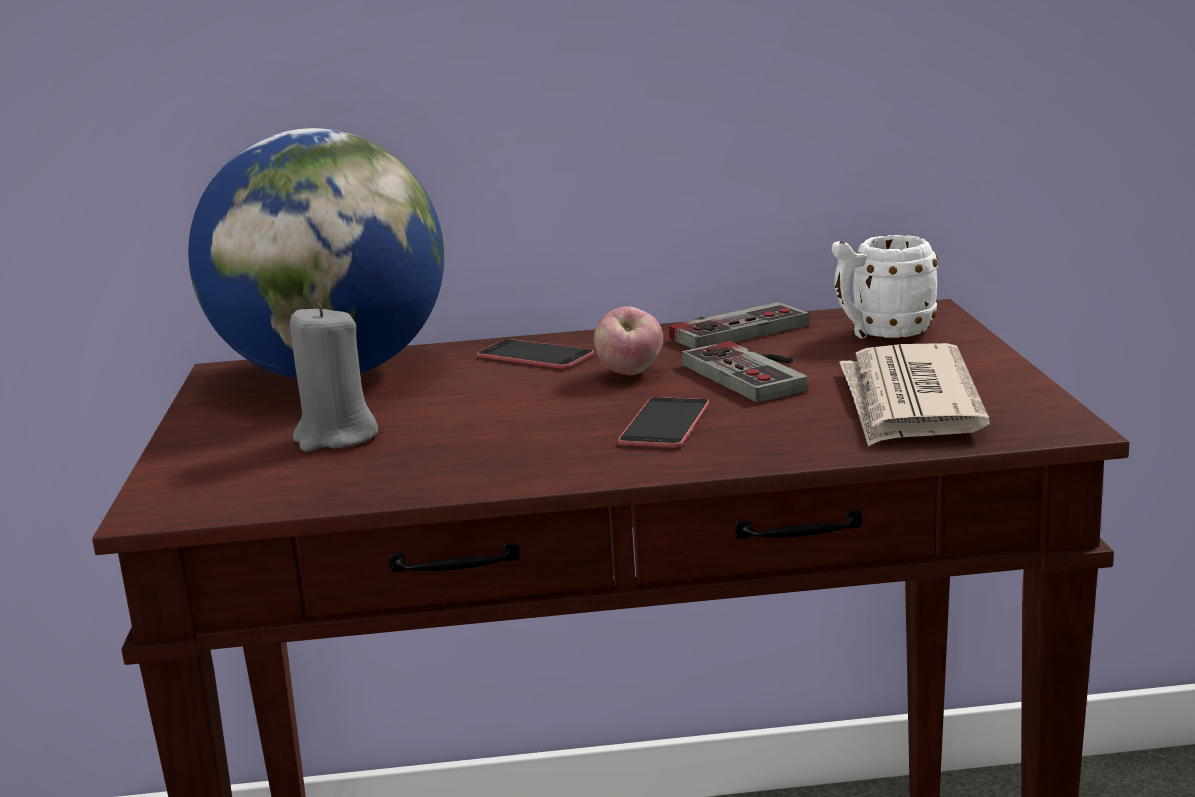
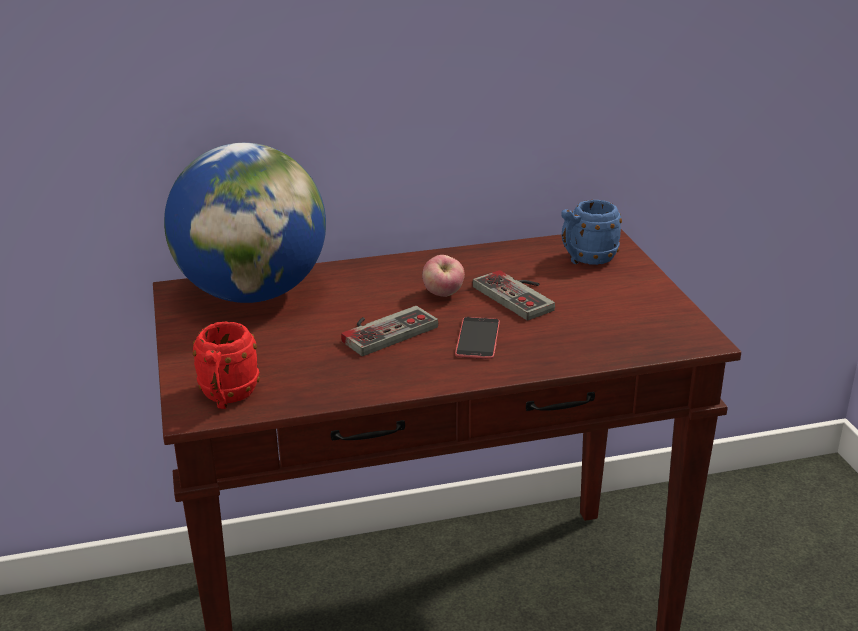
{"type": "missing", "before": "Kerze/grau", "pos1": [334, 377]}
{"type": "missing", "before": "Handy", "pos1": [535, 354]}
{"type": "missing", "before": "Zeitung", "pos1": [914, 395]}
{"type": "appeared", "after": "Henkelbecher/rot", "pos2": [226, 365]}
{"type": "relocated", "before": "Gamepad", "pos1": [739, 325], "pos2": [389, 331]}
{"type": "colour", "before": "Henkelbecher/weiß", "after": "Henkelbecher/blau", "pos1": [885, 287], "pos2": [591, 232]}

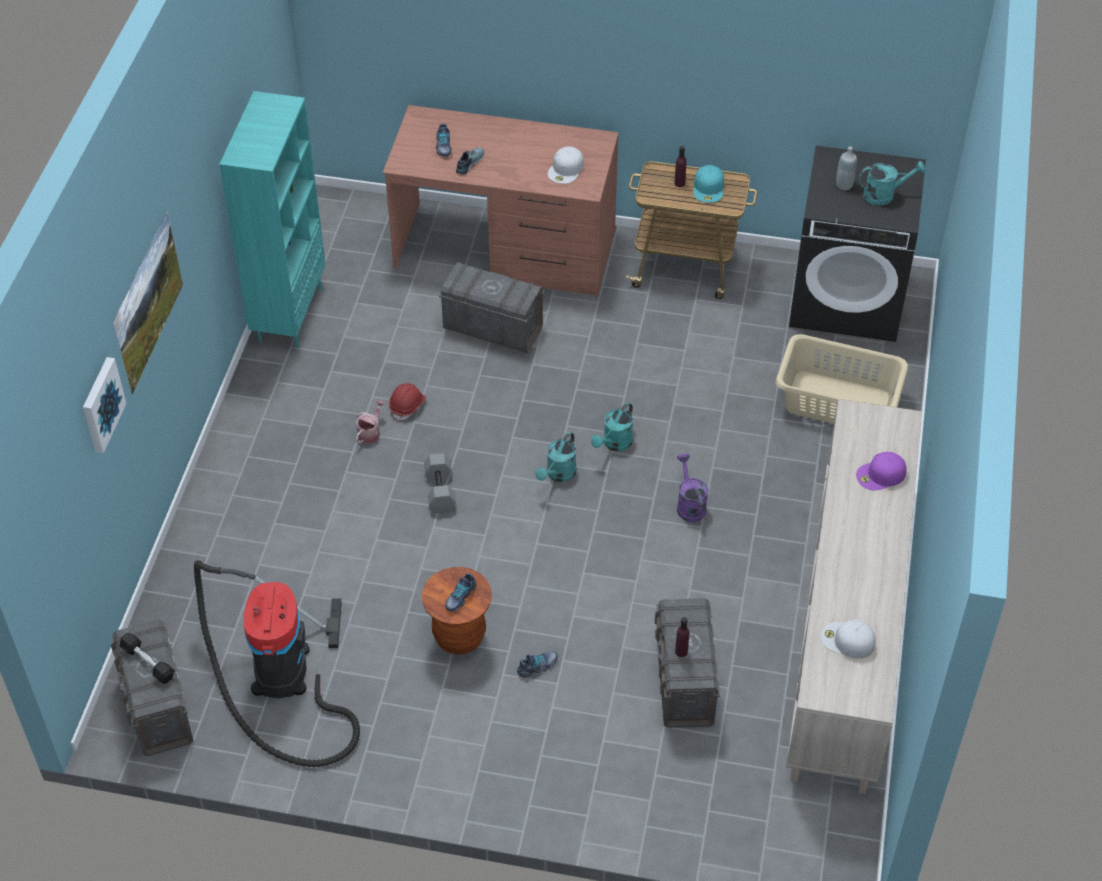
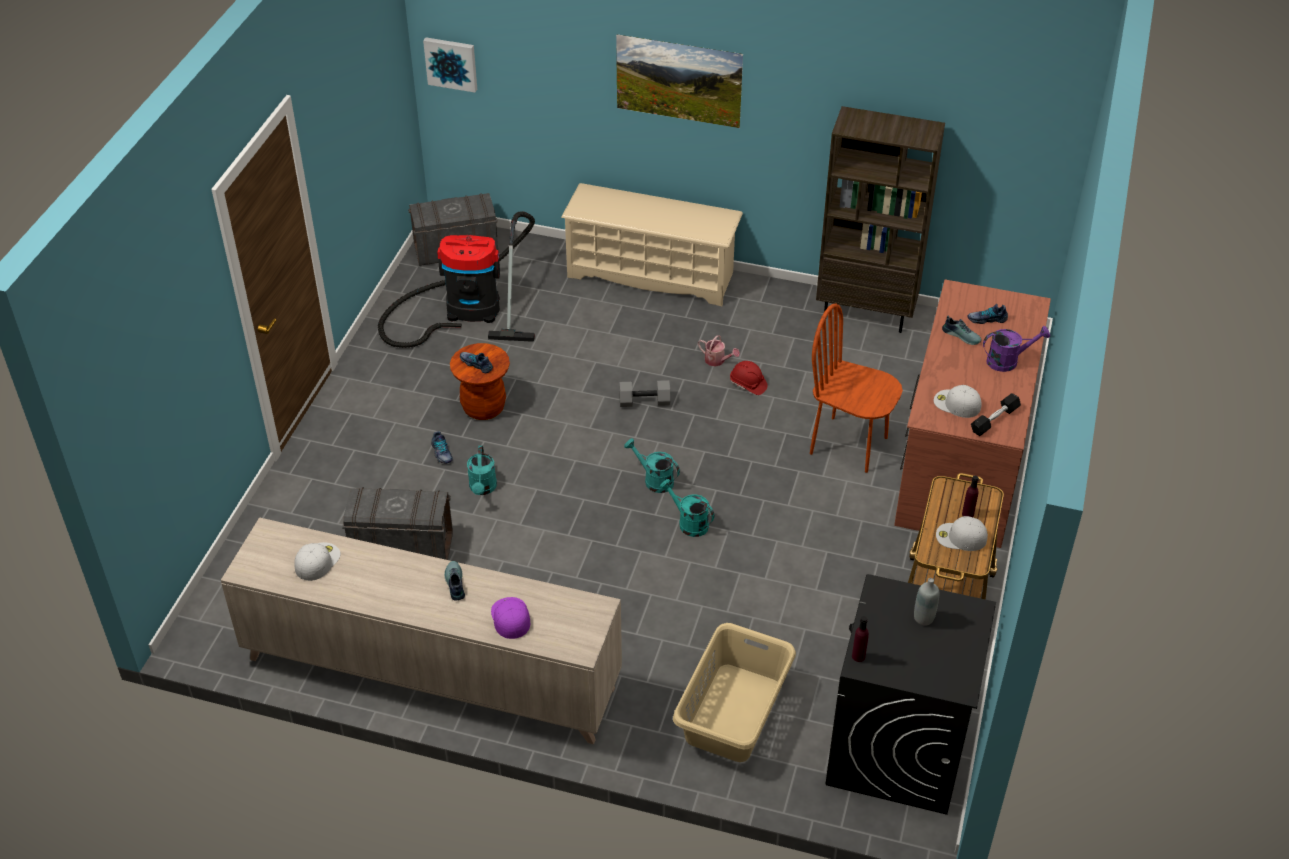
{"type": "appeared", "after": "Schuh", "pos2": [454, 580]}
{"type": "appeared", "after": "Schuhregal/beige", "pos2": [652, 244]}
{"type": "relocated", "before": "Bild", "pos1": [105, 405], "pos2": [450, 65]}
{"type": "relocated", "before": "Hantel/schwarz", "pos1": [147, 658], "pos2": [996, 414]}
{"type": "relocated", "before": "Flasche/lila", "pos1": [682, 637], "pos2": [860, 639]}
{"type": "relocated", "before": "Gießkanne/lila", "pos1": [692, 488], "pos2": [1016, 349]}
{"type": "relocated", "before": "Gießkanne/türkis", "pos1": [892, 183], "pos2": [482, 470]}
{"type": "exchanged", "before": "Aufbewahrungsbox/grau", "after": "Stuhl/braun", "pos1": [492, 308], "pos2": [856, 388]}
{"type": "colour", "before": "Bücherregal/türkis", "after": "Bücherregal/braun", "pos1": [272, 219], "pos2": [880, 219]}
{"type": "colour", "before": "Kappe/türkis", "after": "Kappe/weiß", "pos1": [708, 184], "pos2": [962, 533]}

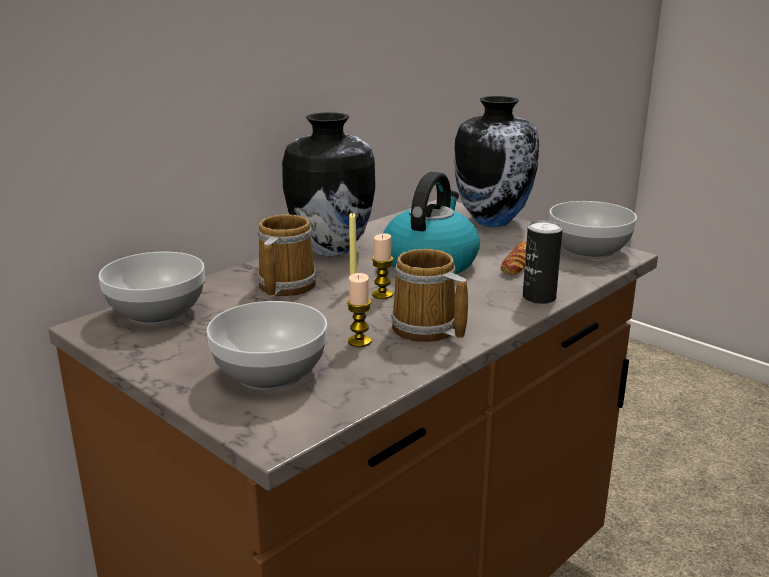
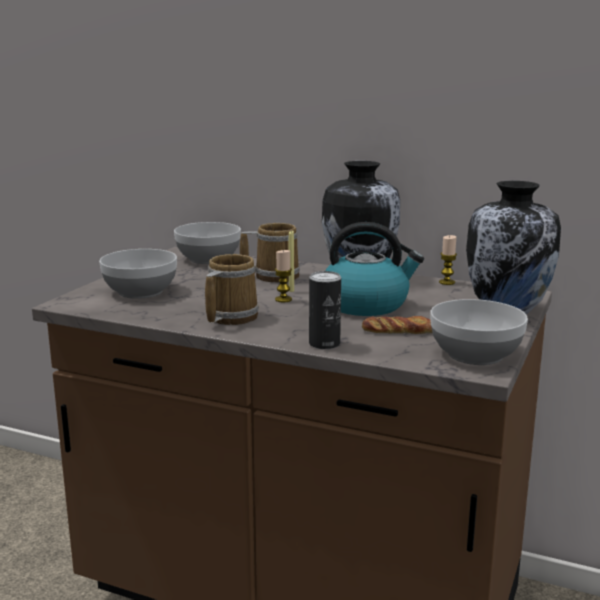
{"type": "relocated", "before": "Kerze", "pos1": [359, 310], "pos2": [448, 260]}

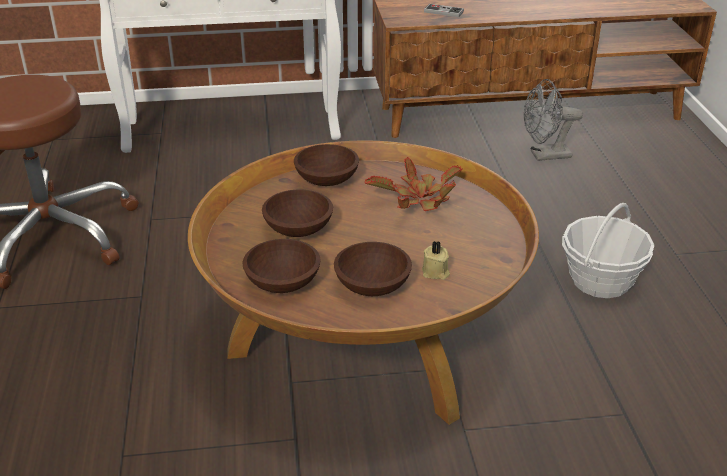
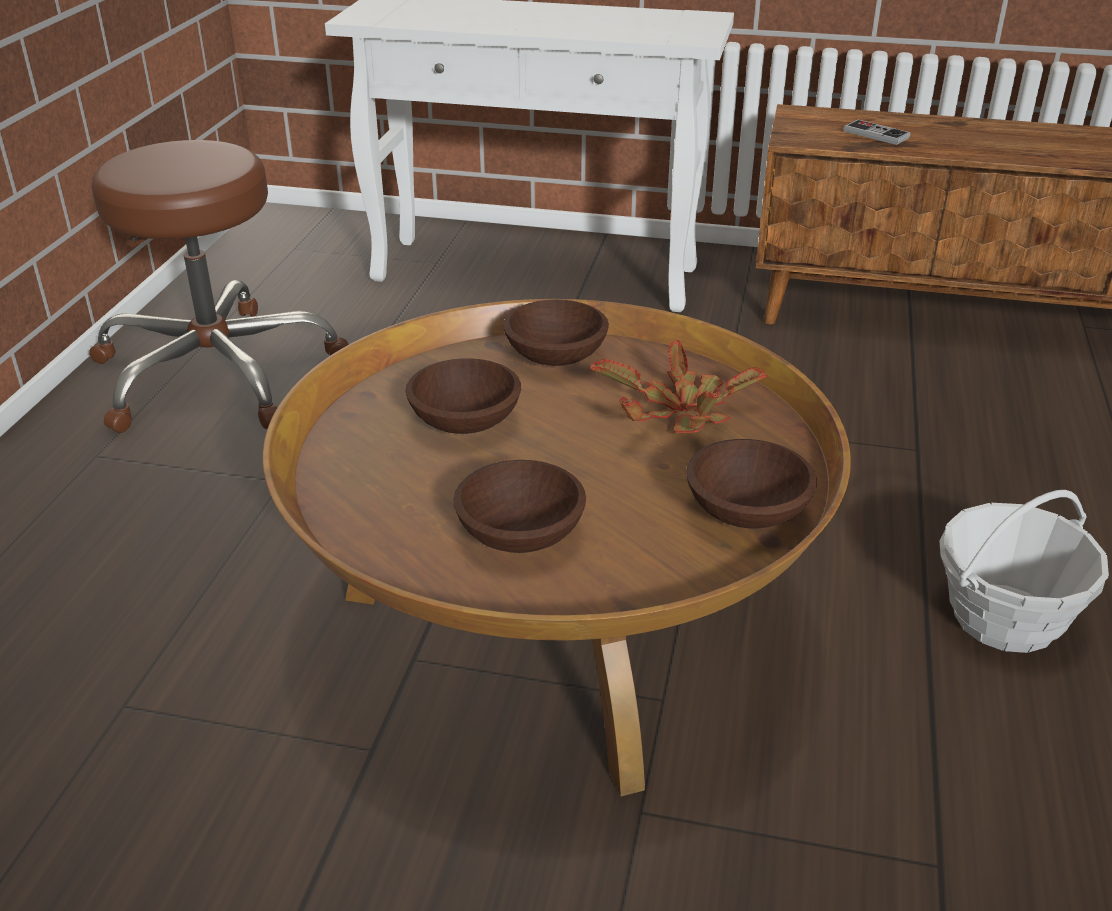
{"type": "missing", "before": "Kerze/beige", "pos1": [436, 260]}
{"type": "missing", "before": "Ventilator/grau", "pos1": [553, 120]}
{"type": "relocated", "before": "Schüssel/braun", "pos1": [282, 266], "pos2": [751, 484]}

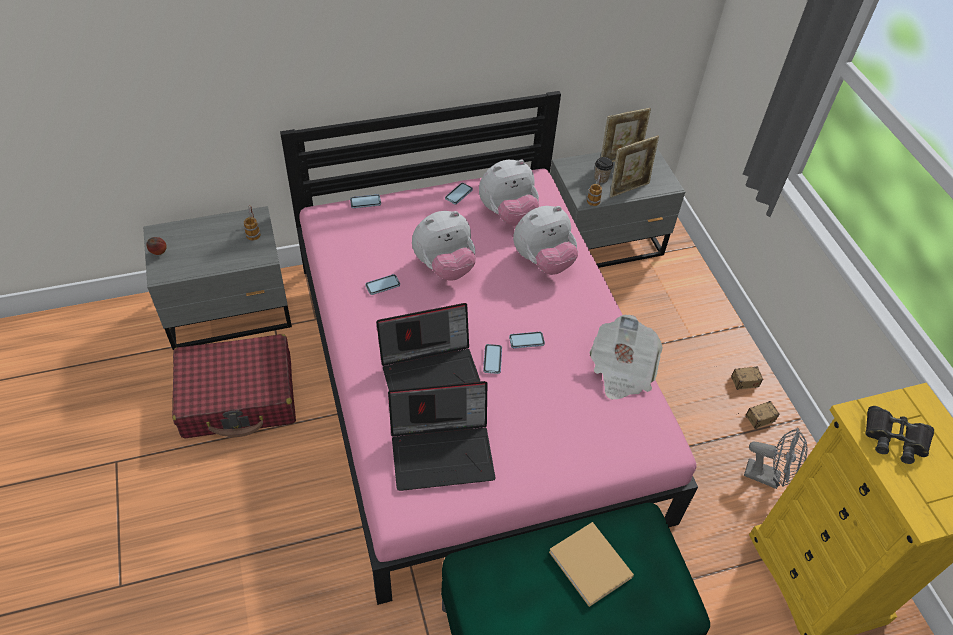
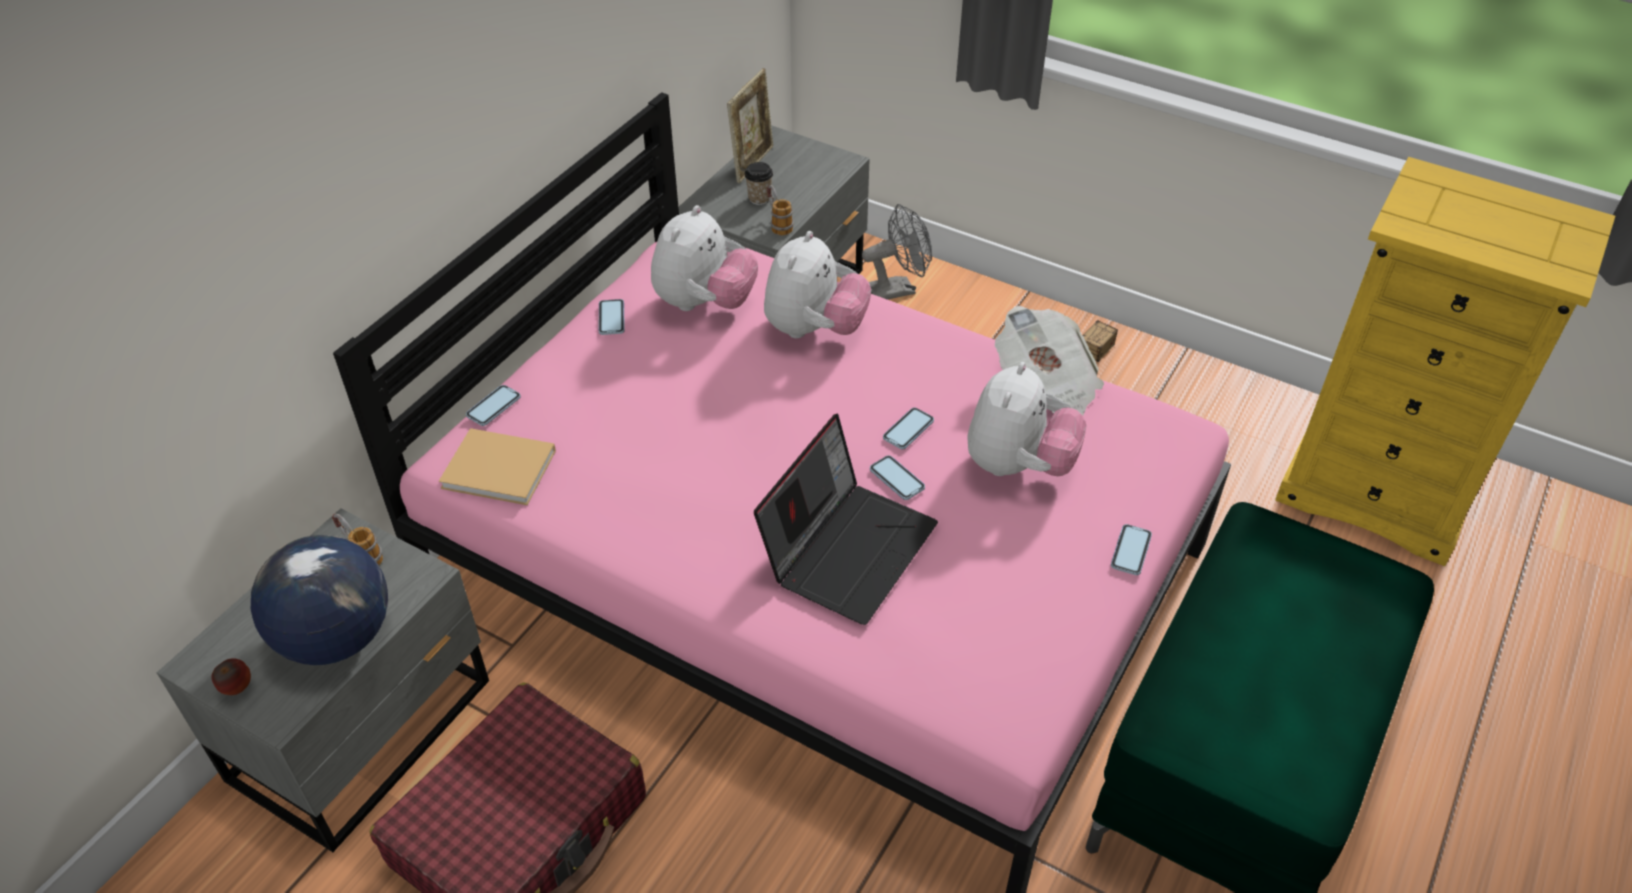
{"type": "missing", "before": "Laptop", "pos1": [441, 436]}
{"type": "missing", "before": "Bilderrahmen", "pos1": [634, 166]}
{"type": "missing", "before": "Aufbewahrungsbox", "pos1": [758, 415]}
{"type": "missing", "before": "Fernglas/schwarz", "pos1": [899, 435]}
{"type": "appeared", "after": "Globus", "pos2": [319, 600]}
{"type": "relocated", "before": "Handy", "pos1": [382, 284], "pos2": [1131, 549]}
{"type": "relocated", "before": "Plüschtier", "pos1": [444, 245], "pos2": [1027, 419]}
{"type": "relocated", "before": "Buch/beige", "pos1": [591, 564], "pos2": [497, 466]}
{"type": "relocated", "before": "Ventilator/grau", "pos1": [775, 458], "pos2": [897, 252]}

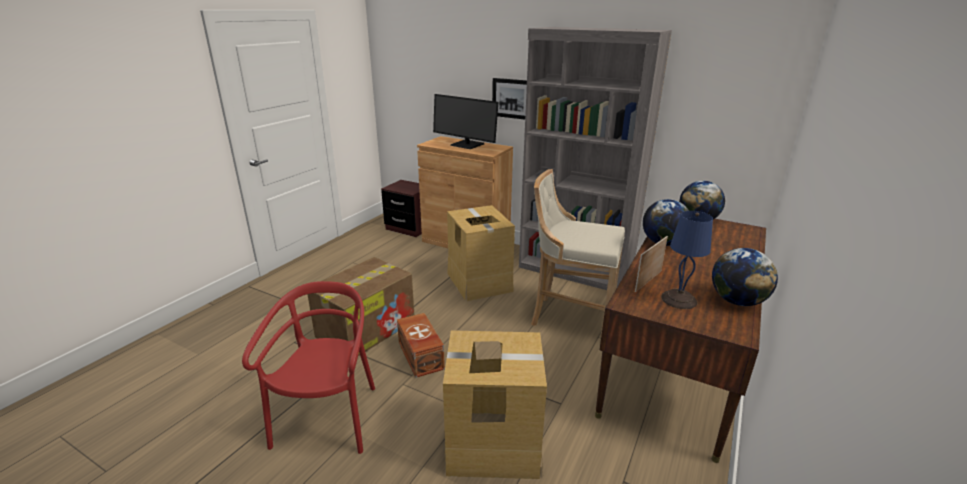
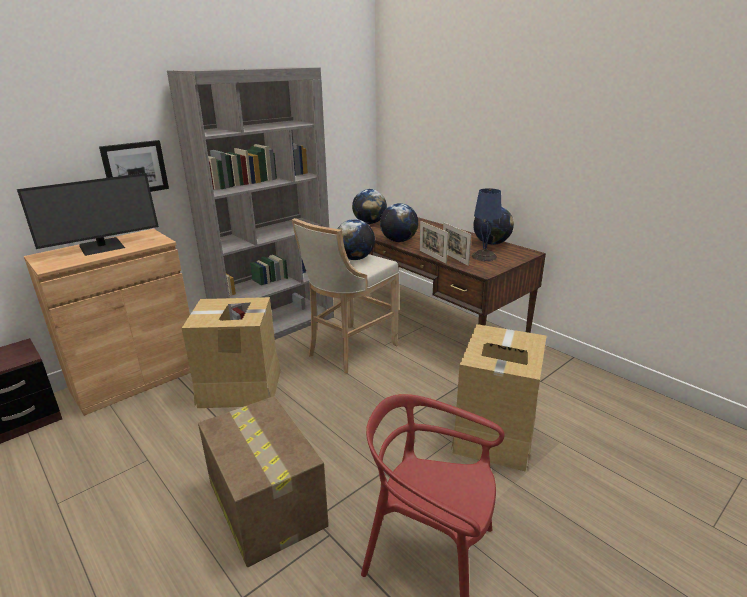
{"type": "missing", "before": "Aufbewahrungsbox/braun", "pos1": [421, 345]}
{"type": "appeared", "after": "Globus", "pos2": [356, 239]}
{"type": "appeared", "after": "Bilderrahmen", "pos2": [434, 242]}

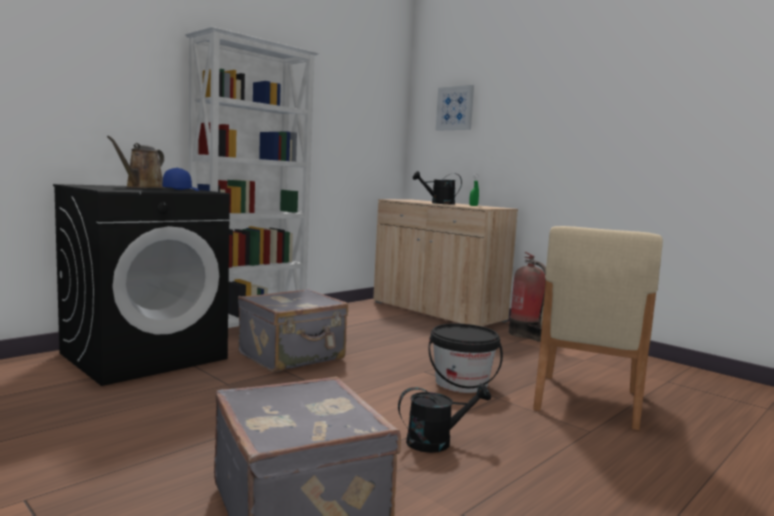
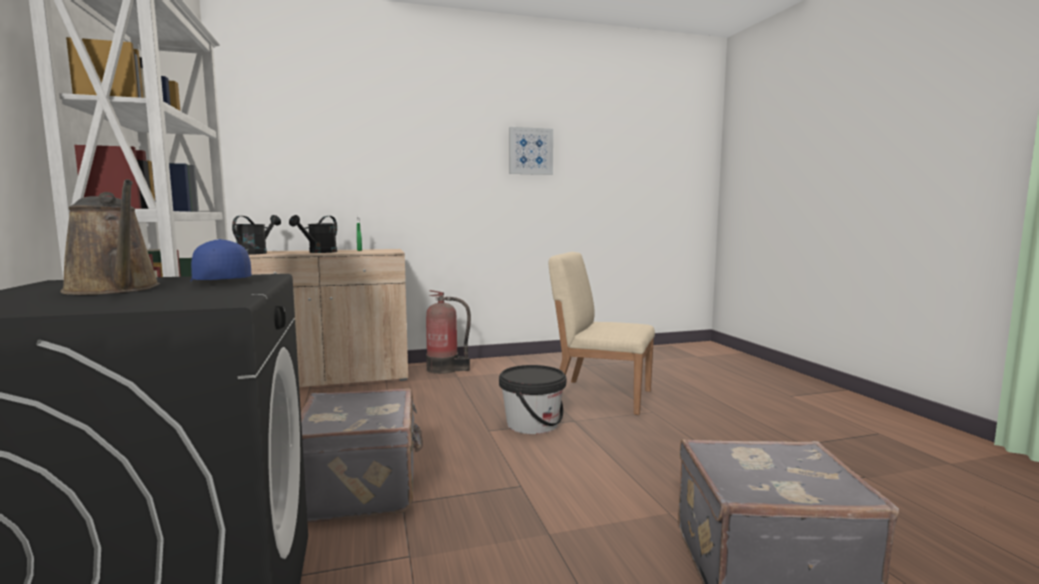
{"type": "relocated", "before": "Gießkanne/schwarz", "pos1": [444, 418], "pos2": [256, 235]}
{"type": "relocated", "before": "Bild", "pos1": [455, 108], "pos2": [531, 151]}
{"type": "spun", "before": "Stuhl/beige", "pos1": [598, 328], "pos2": [602, 333], "turn": 150}

